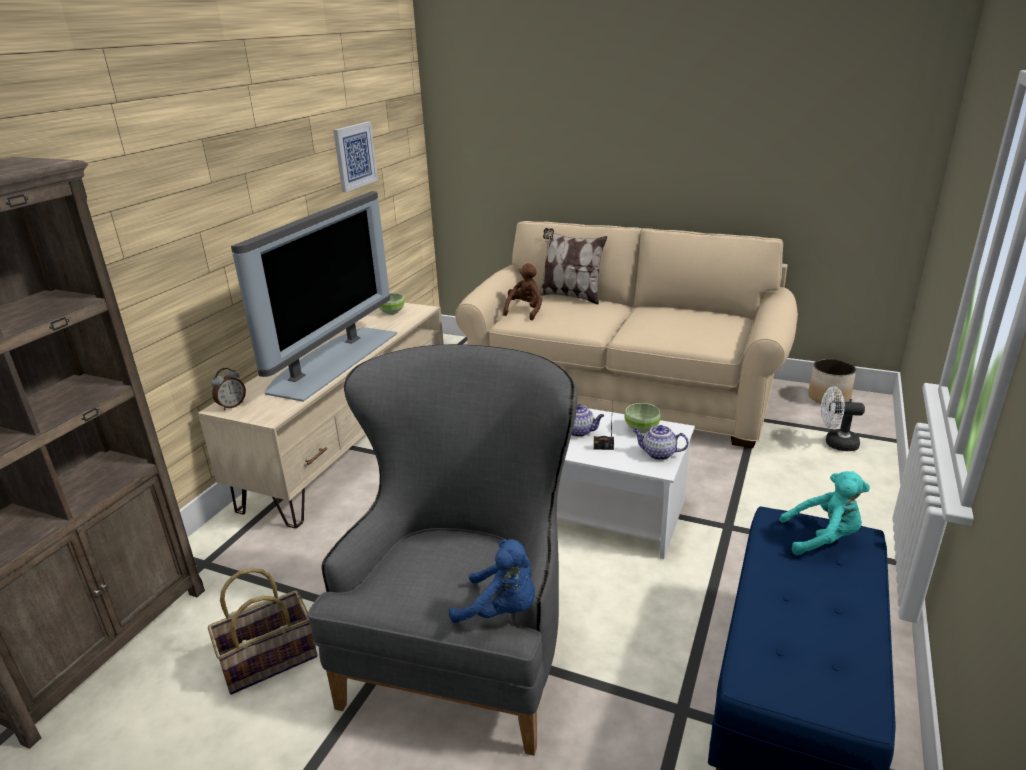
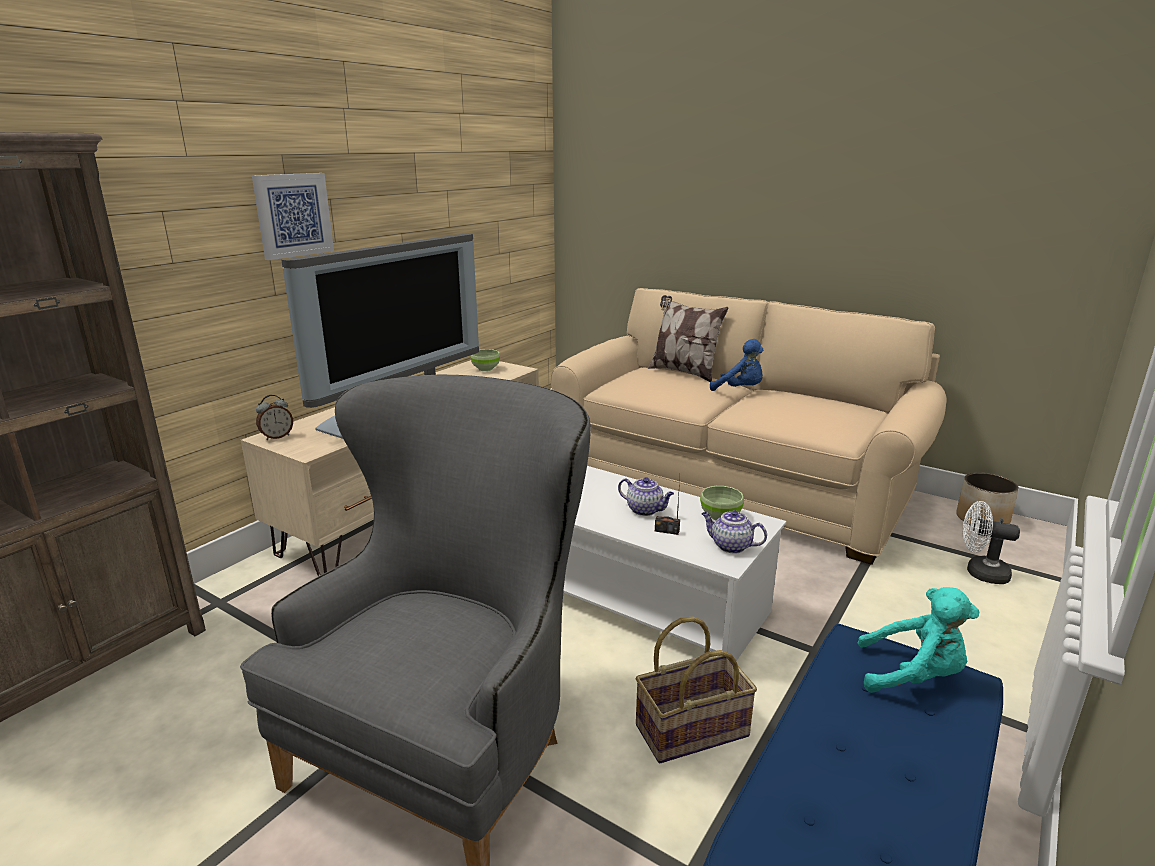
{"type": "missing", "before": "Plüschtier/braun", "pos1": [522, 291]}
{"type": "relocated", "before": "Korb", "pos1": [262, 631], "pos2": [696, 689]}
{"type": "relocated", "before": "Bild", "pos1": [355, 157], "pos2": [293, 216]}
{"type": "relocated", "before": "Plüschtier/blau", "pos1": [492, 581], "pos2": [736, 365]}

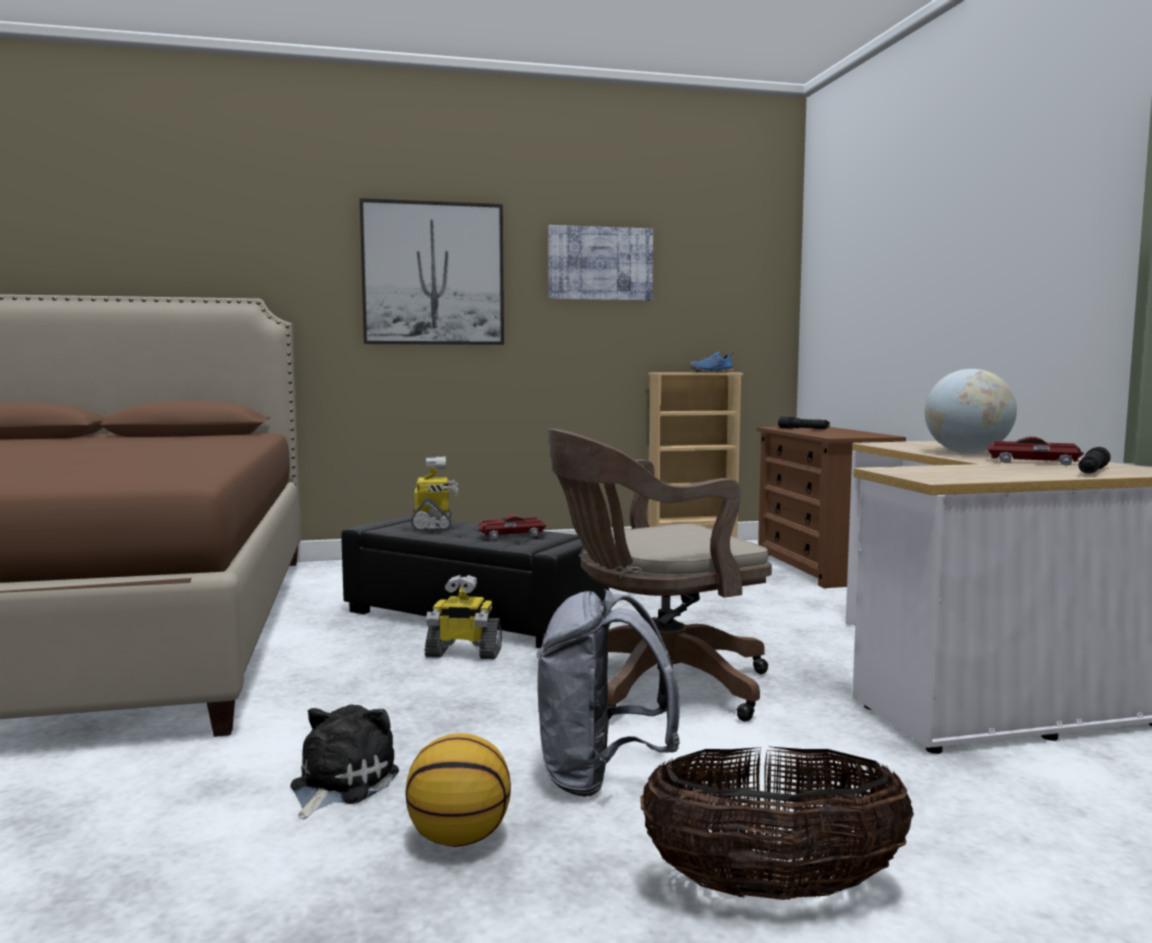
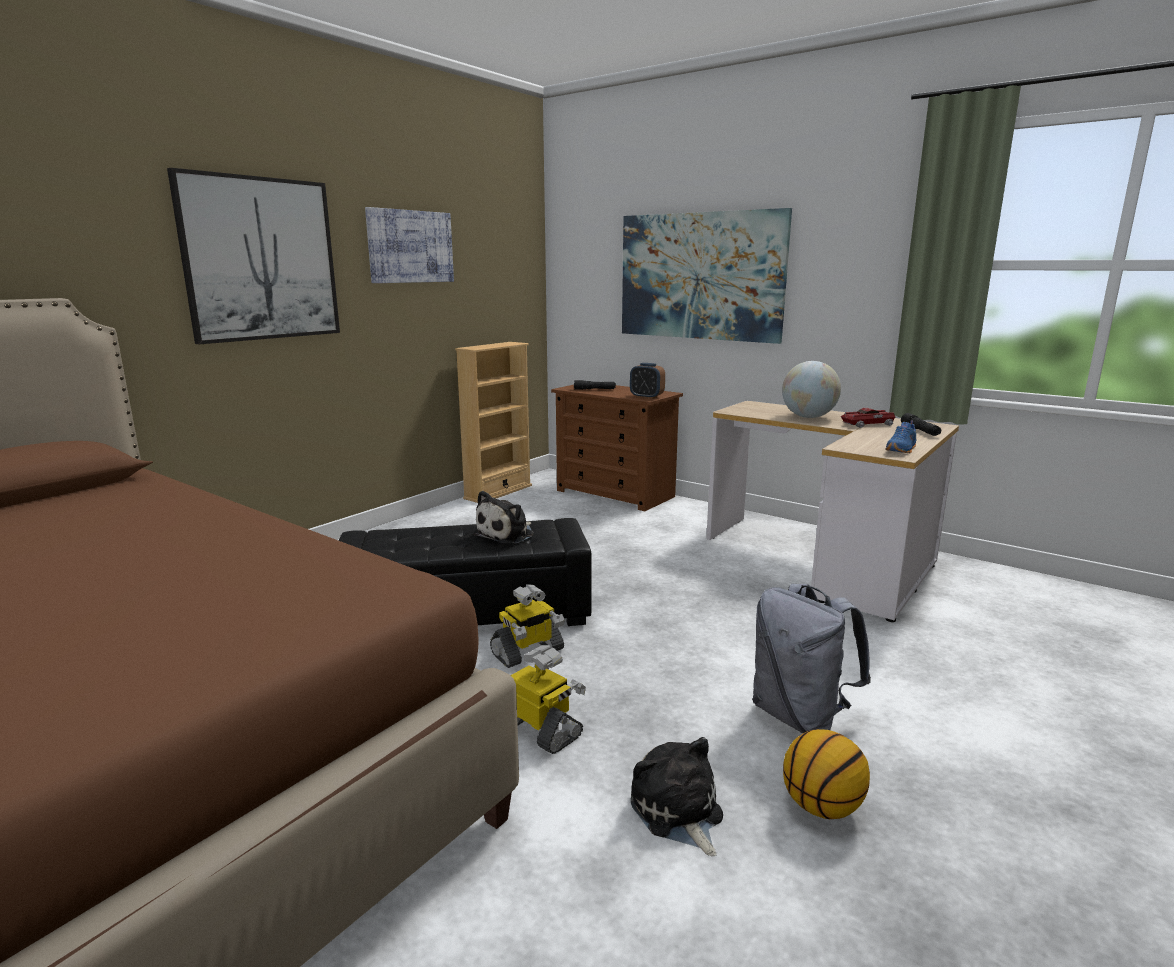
{"type": "missing", "before": "Bürostuhl/braun", "pos1": [659, 575]}
{"type": "missing", "before": "Korb", "pos1": [777, 823]}
{"type": "appeared", "after": "Bild", "pos2": [707, 276]}
{"type": "appeared", "after": "Wecker", "pos2": [647, 381]}
{"type": "relocated", "before": "Spielzeugroboter", "pos1": [434, 494], "pos2": [548, 699]}
{"type": "relocated", "before": "Schuh/blau", "pos1": [712, 361], "pos2": [901, 436]}
{"type": "exchanged", "before": "Spielzeugauto", "after": "Plüschtier", "pos1": [512, 526], "pos2": [503, 517]}

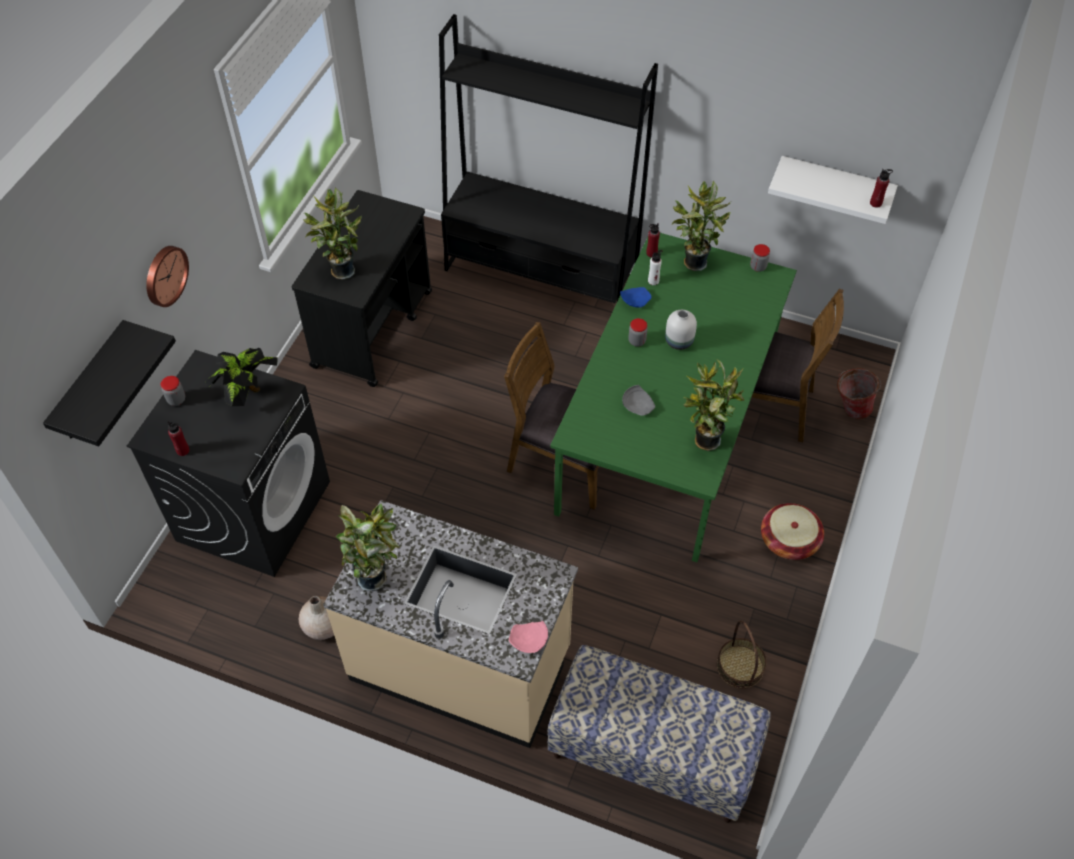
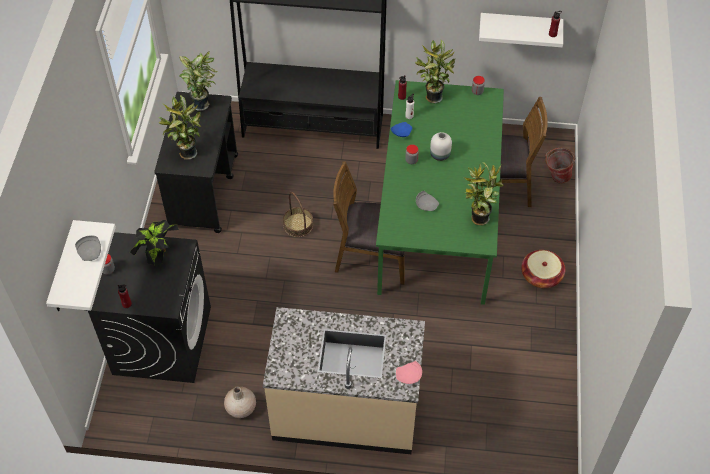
{"type": "missing", "before": "Wanduhr", "pos1": [167, 276]}
{"type": "missing", "before": "Bank", "pos1": [659, 734]}
{"type": "appeared", "after": "Teller/grau", "pos2": [88, 248]}
{"type": "relocated", "before": "Topfpflanze", "pos1": [367, 547], "pos2": [198, 81]}
{"type": "relocated", "before": "Korb", "pos1": [742, 655], "pos2": [298, 214]}
{"type": "colour", "before": "Wandregal/schwarz", "after": "Wandregal/weiß", "pos1": [109, 383], "pos2": [81, 265]}

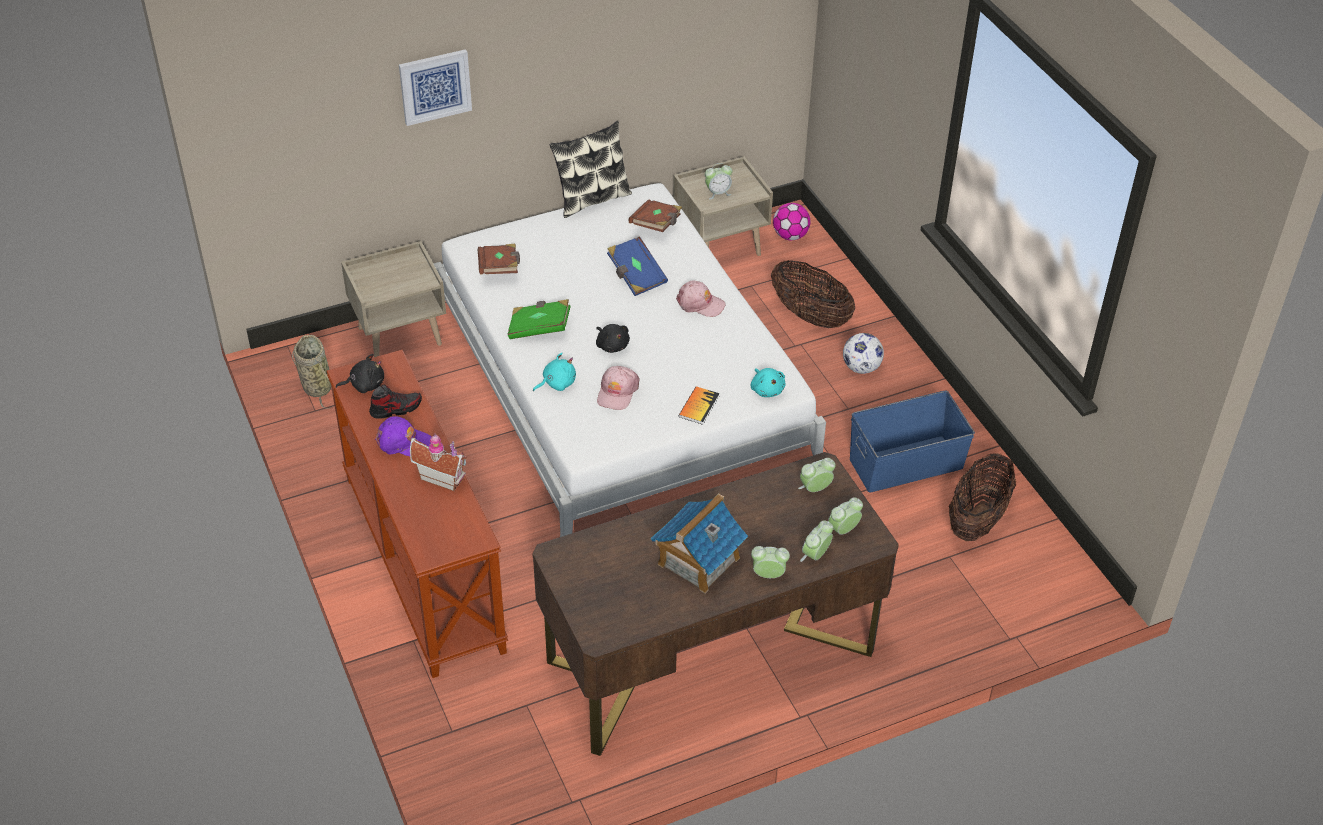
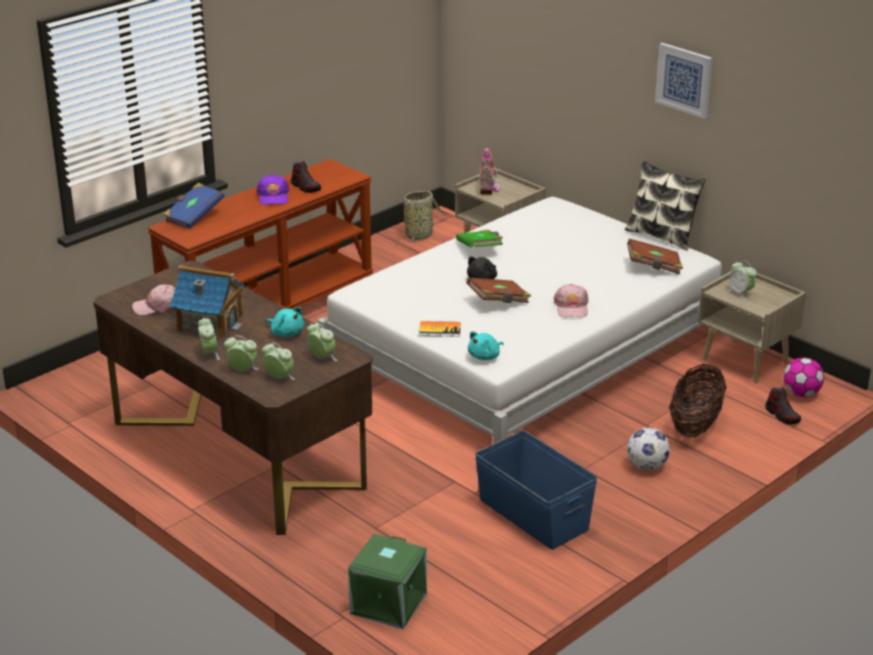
{"type": "missing", "before": "Plüschtier/schwarz", "pos1": [360, 373]}
{"type": "missing", "before": "Korb", "pos1": [982, 497]}
{"type": "appeared", "after": "Aufbewahrungsbox/grün", "pos2": [387, 581]}
{"type": "appeared", "after": "Schuh", "pos2": [783, 406]}
{"type": "relocated", "before": "Bild", "pos1": [435, 87], "pos2": [684, 81]}
{"type": "relocated", "before": "Spielzeughaus", "pos1": [437, 462], "pos2": [489, 171]}
{"type": "relocated", "before": "Buch/braun", "pos1": [499, 259], "pos2": [498, 290]}
{"type": "relocated", "before": "Plüschtier/türkis", "pos1": [554, 372], "pos2": [285, 322]}
{"type": "relocated", "before": "Kappe/rosa", "pos1": [618, 388], "pos2": [154, 299]}
{"type": "relocated", "before": "Buch/blau", "pos1": [637, 266], "pos2": [193, 205]}

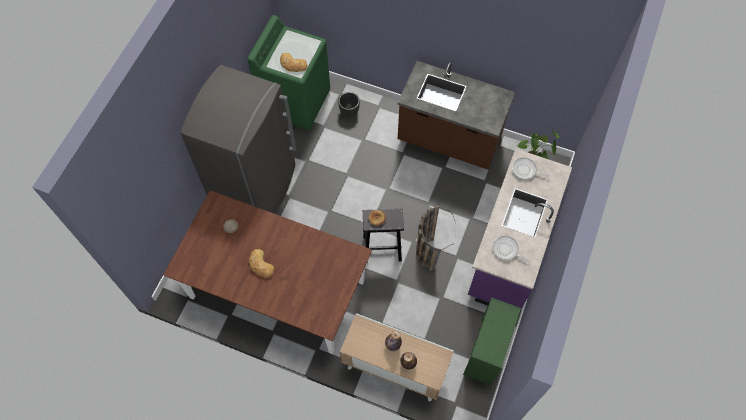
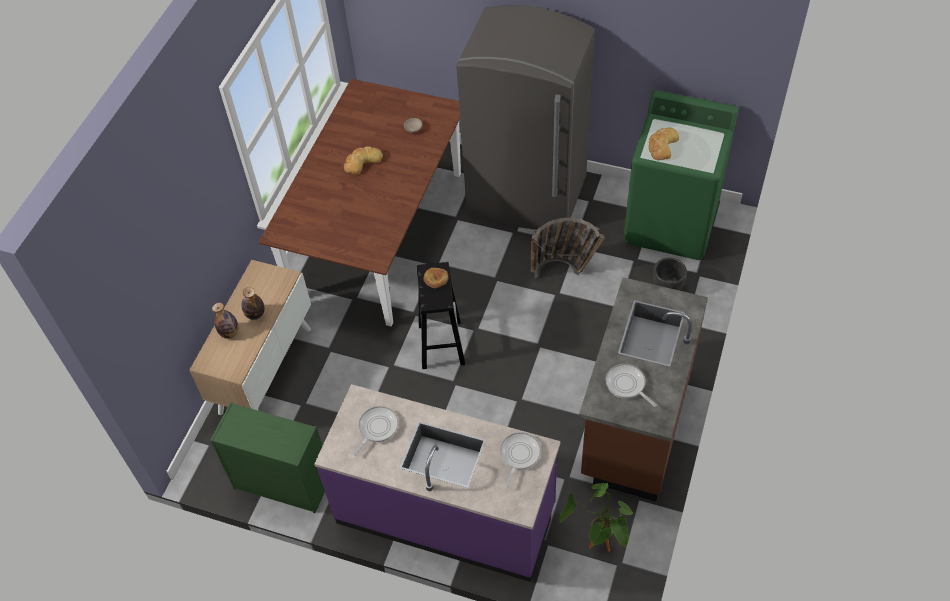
{"type": "appeared", "after": "Pfanne", "pos2": [631, 385]}
{"type": "relocated", "before": "Korb", "pos1": [436, 237], "pos2": [568, 248]}

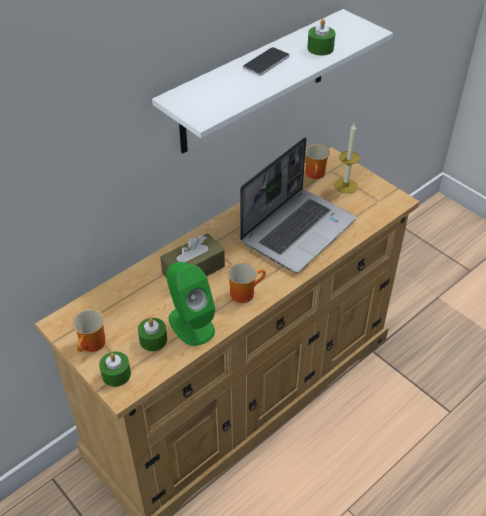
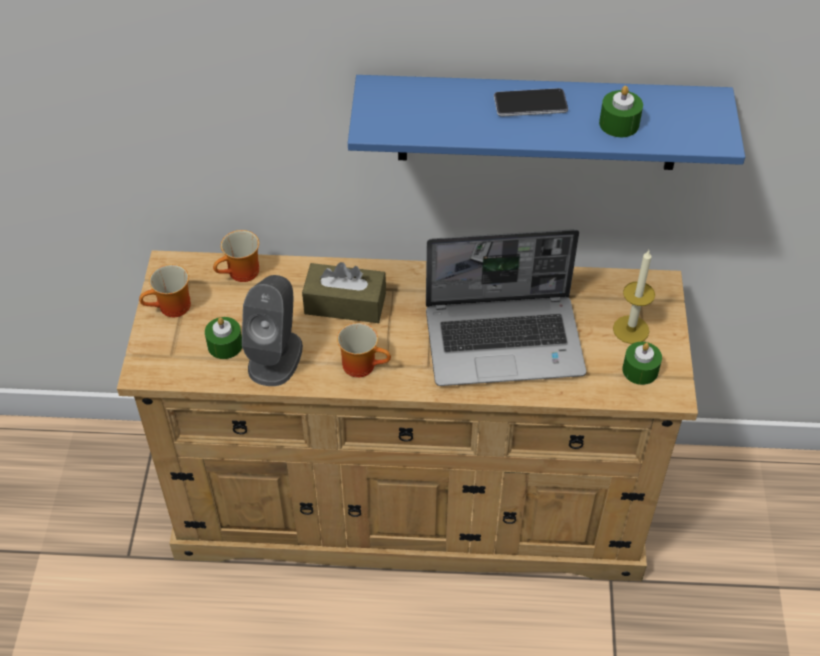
{"type": "relocated", "before": "Kerze/grün", "pos1": [115, 369], "pos2": [642, 363]}
{"type": "relocated", "before": "Henkelbecher", "pos1": [317, 161], "pos2": [236, 256]}
{"type": "colour", "before": "Wandregal/weiß", "after": "Wandregal/blau", "pos1": [272, 81], "pos2": [546, 122]}
{"type": "colour", "before": "Lautsprecher/grün", "after": "Lautsprecher/grau", "pos1": [190, 304], "pos2": [272, 330]}

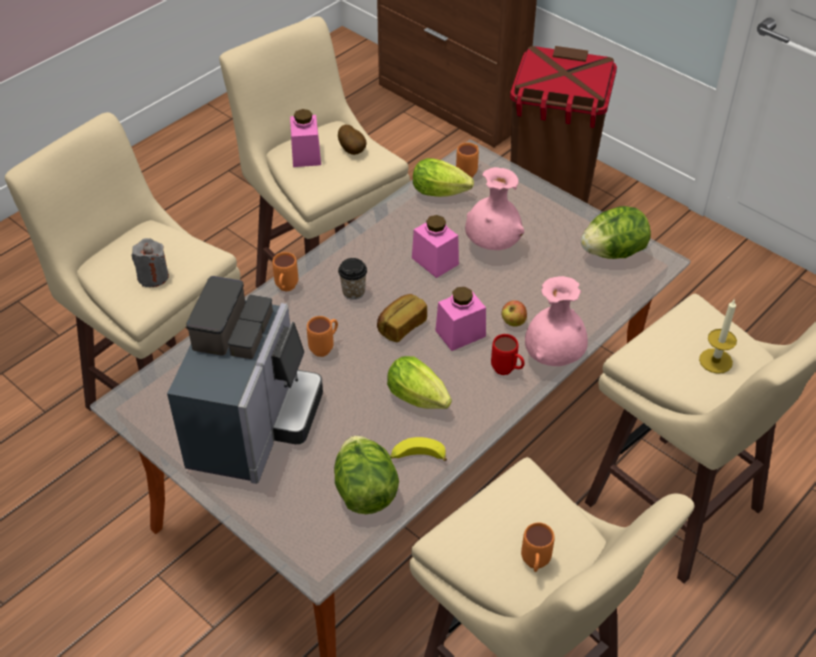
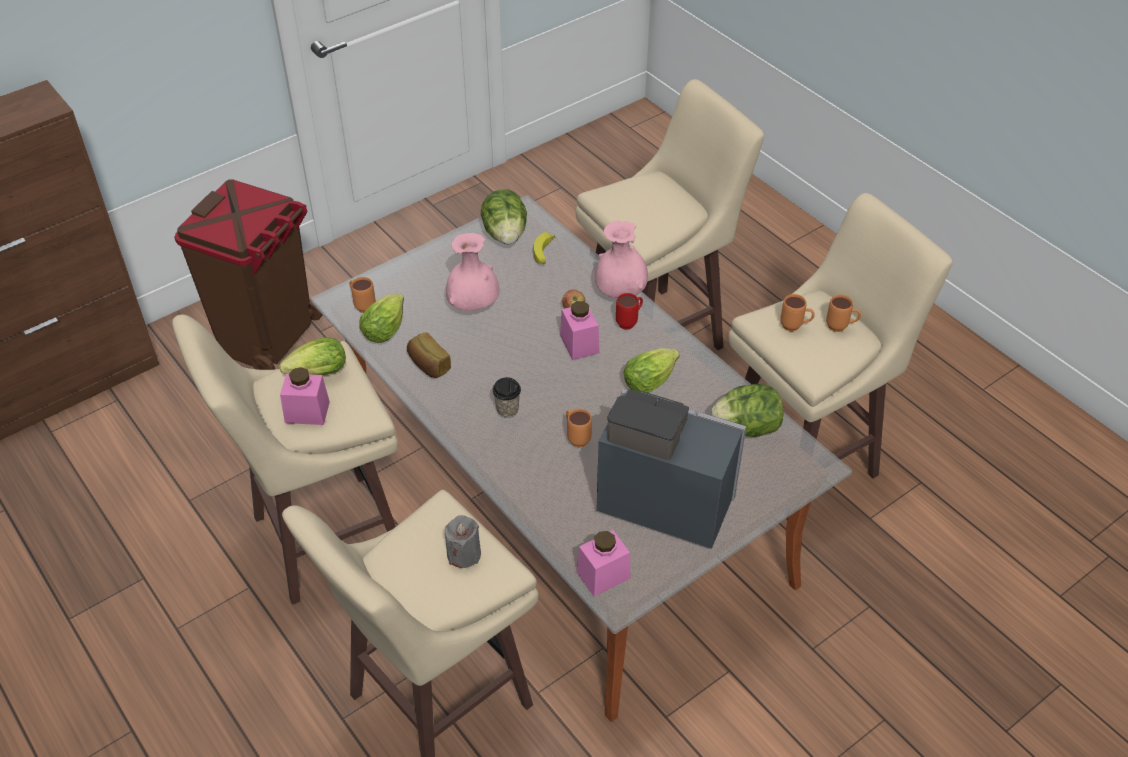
{"type": "missing", "before": "Kerze", "pos1": [718, 337]}
{"type": "relocated", "before": "Henkelbecher/orange", "pos1": [285, 272], "pos2": [797, 312]}
{"type": "relocated", "before": "Brot", "pos1": [402, 318], "pos2": [429, 355]}
{"type": "relocated", "before": "Banane", "pos1": [418, 449], "pos2": [544, 248]}
{"type": "relocated", "before": "Vorratsglas/rosa", "pos1": [435, 246], "pos2": [603, 563]}
{"type": "exchanged", "before": "Kartoffel", "after": "Salatkopf", "pos1": [352, 140], "pos2": [312, 356]}

